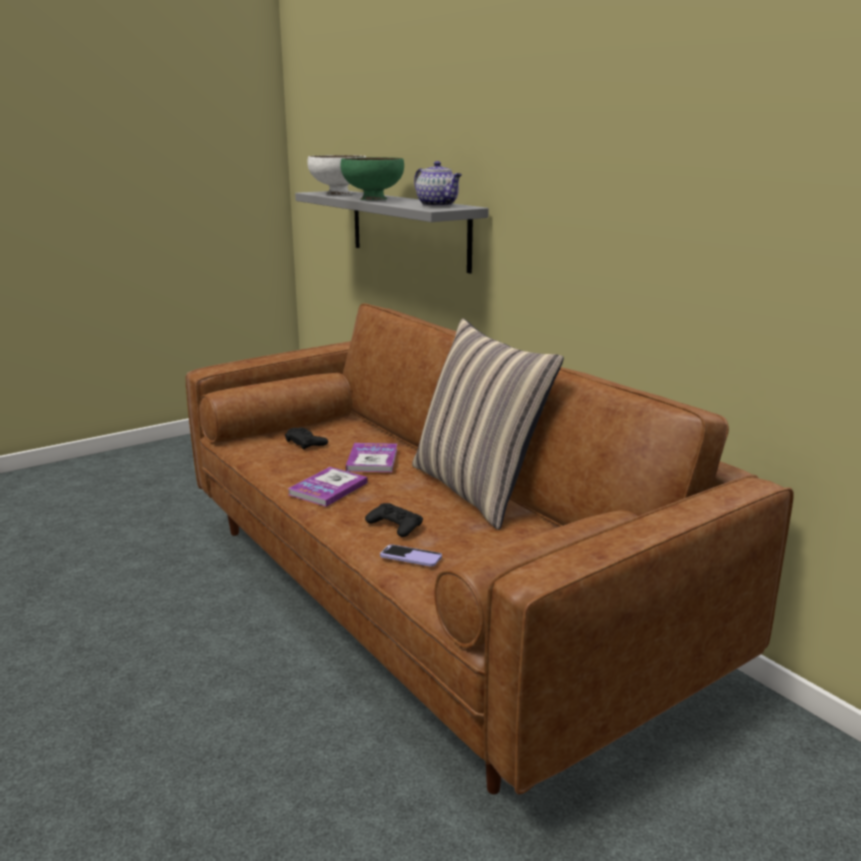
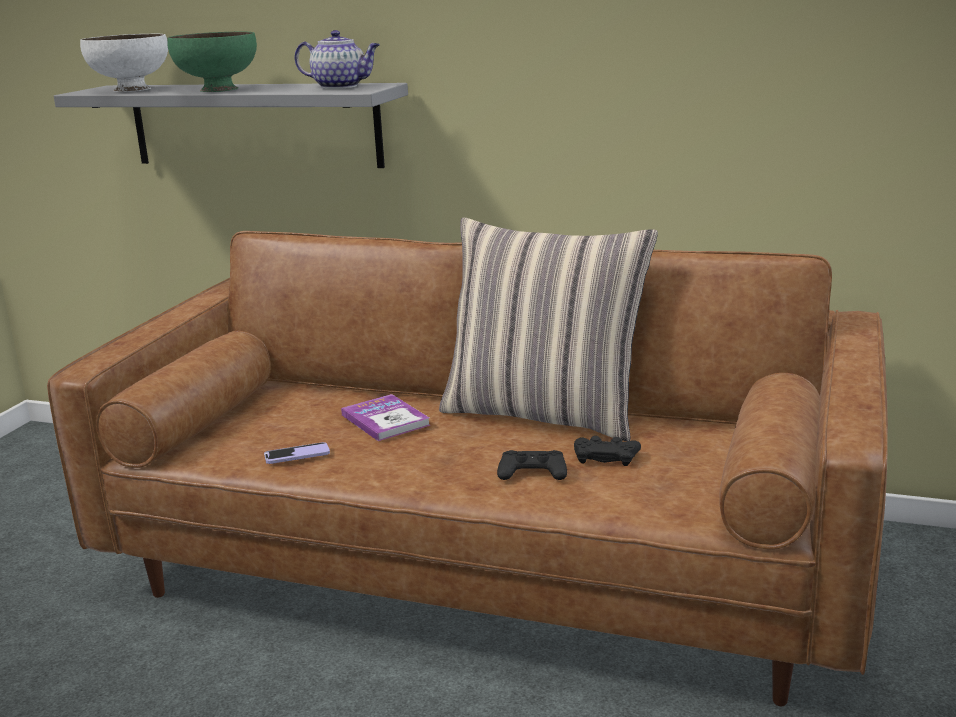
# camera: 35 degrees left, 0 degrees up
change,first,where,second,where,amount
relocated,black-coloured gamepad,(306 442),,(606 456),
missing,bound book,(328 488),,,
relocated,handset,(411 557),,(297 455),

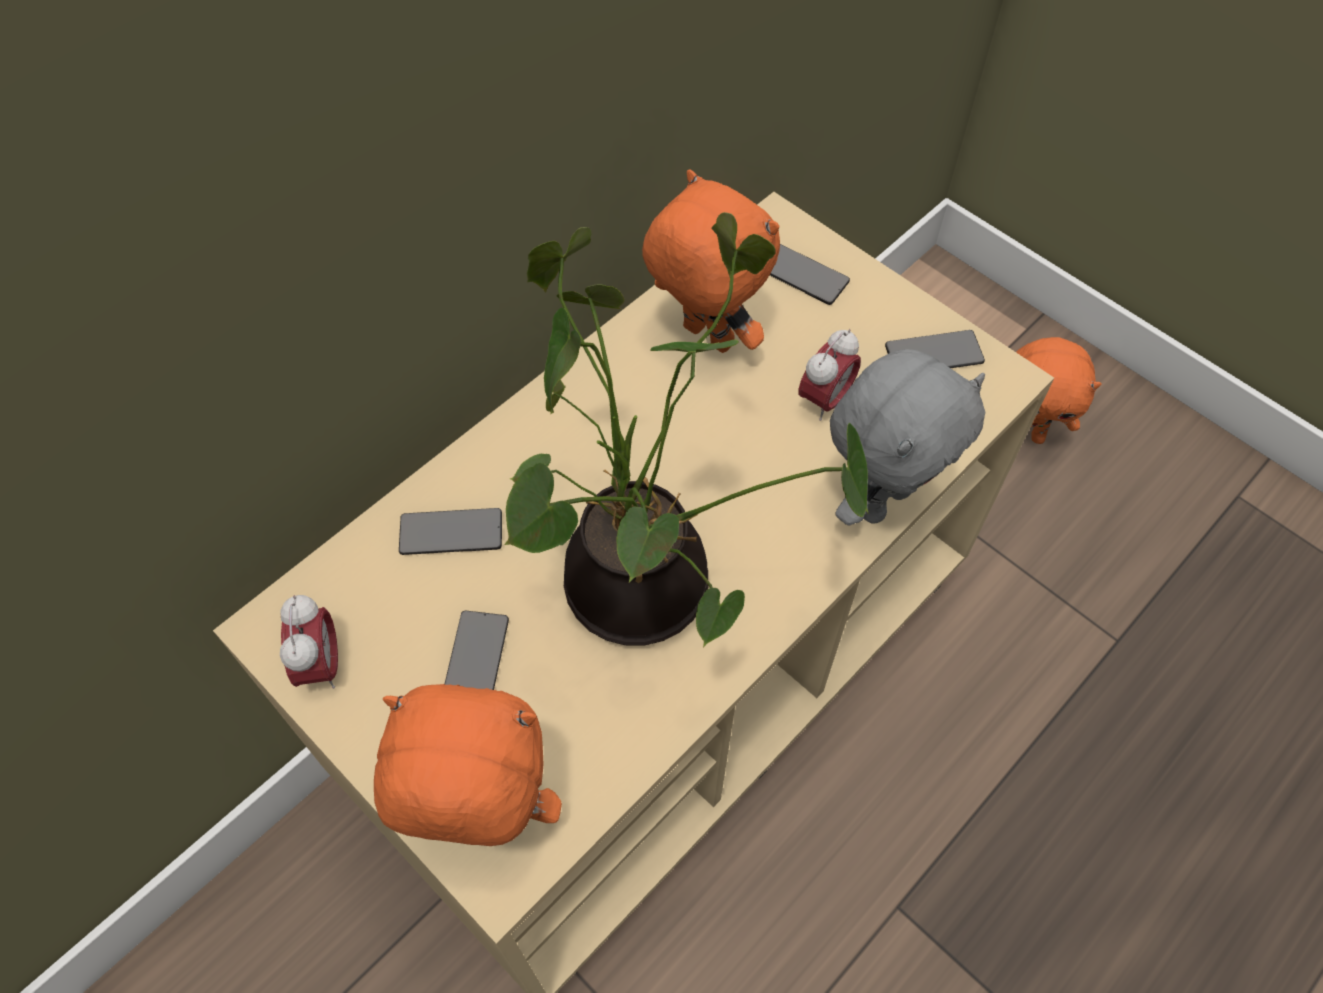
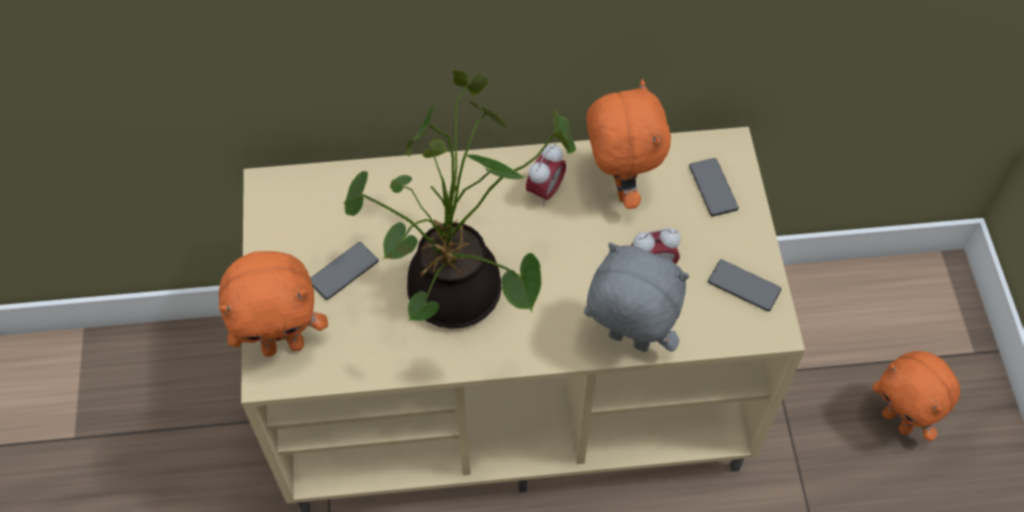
# camera: 40 degrees right, 0 degrees up
change,first,where,second,where,amount
spun,grey plush toy,(881 499),,(627 342),150 degrees counterclockwise
missing,handset,(451 533),,,
relocated,bedside clock,(321 664),,(545 191),
spun,orange-coloured plush toy,(483 817),,(283 344),120 degrees clockwise

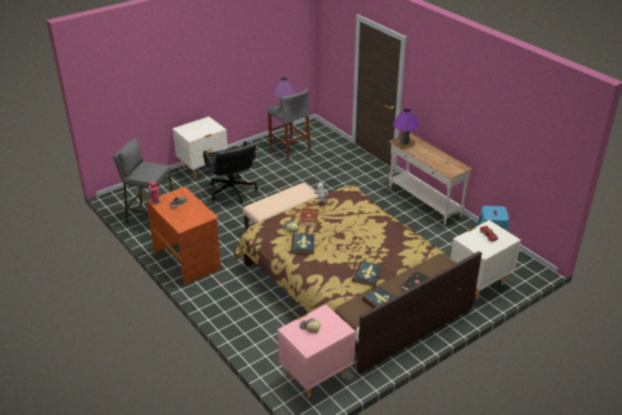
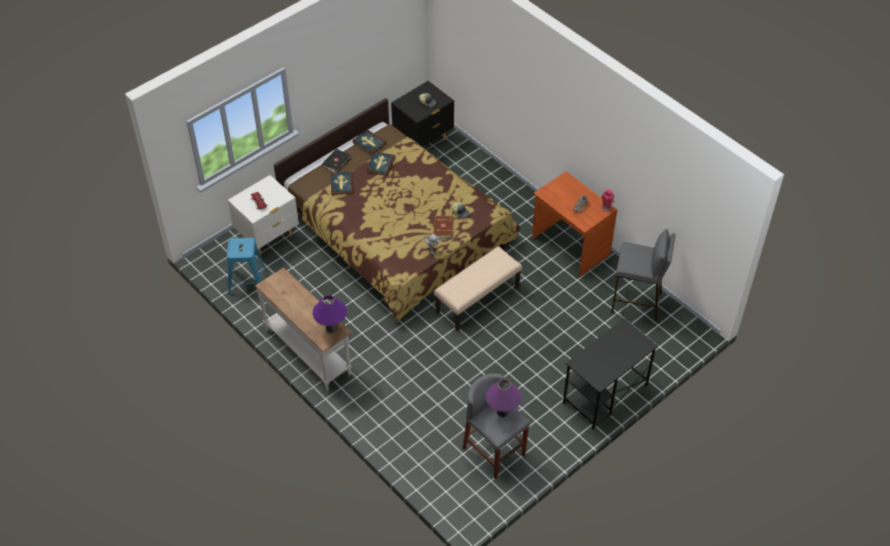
# camera: 175 degrees right, 15 degrees up
change,first,where,second,where,amount
exchanged,whitish bedside table,(203 169),black-coloured desk table,(605 394),
missing,black-coloured computer chair,(232 192),,,
relocated,bound book,(303 245),,(342 184),
colour,pink-coloured bedside table,(316 377),black-coloured bedside table,(423 141),

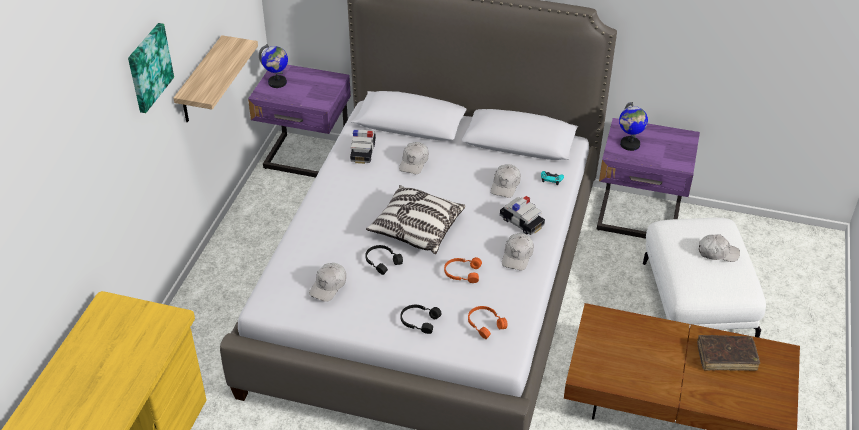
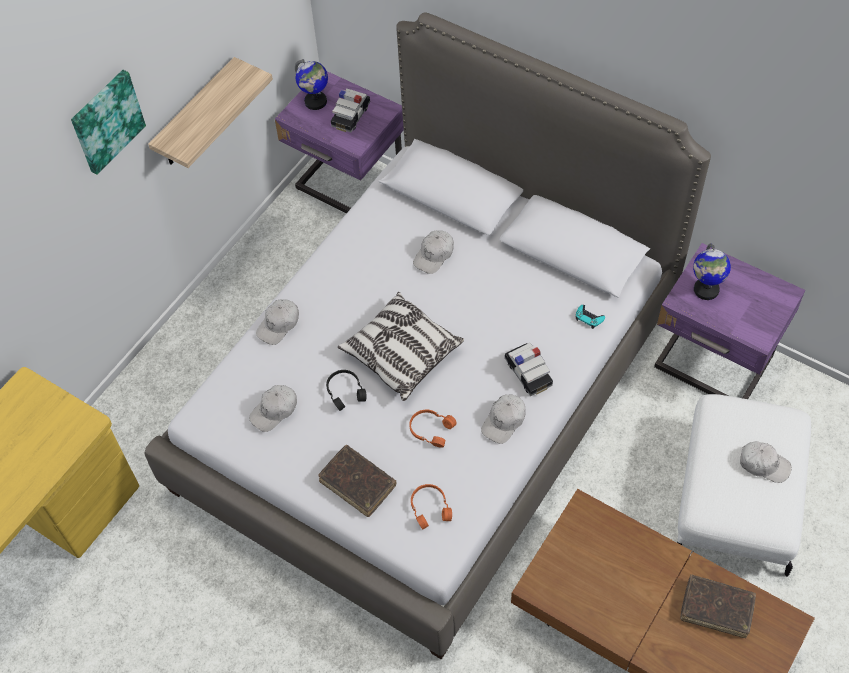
# camera: 20 degrees right, 15 degrees up
change,first,where,second,where,amount
relocated,toy car,(363 152),,(351 116),
relocated,whitish peaked cap,(505 185),,(279 325),
exchanged,black-coloured headset,(419 321),brown-coloured bound book,(358 484),

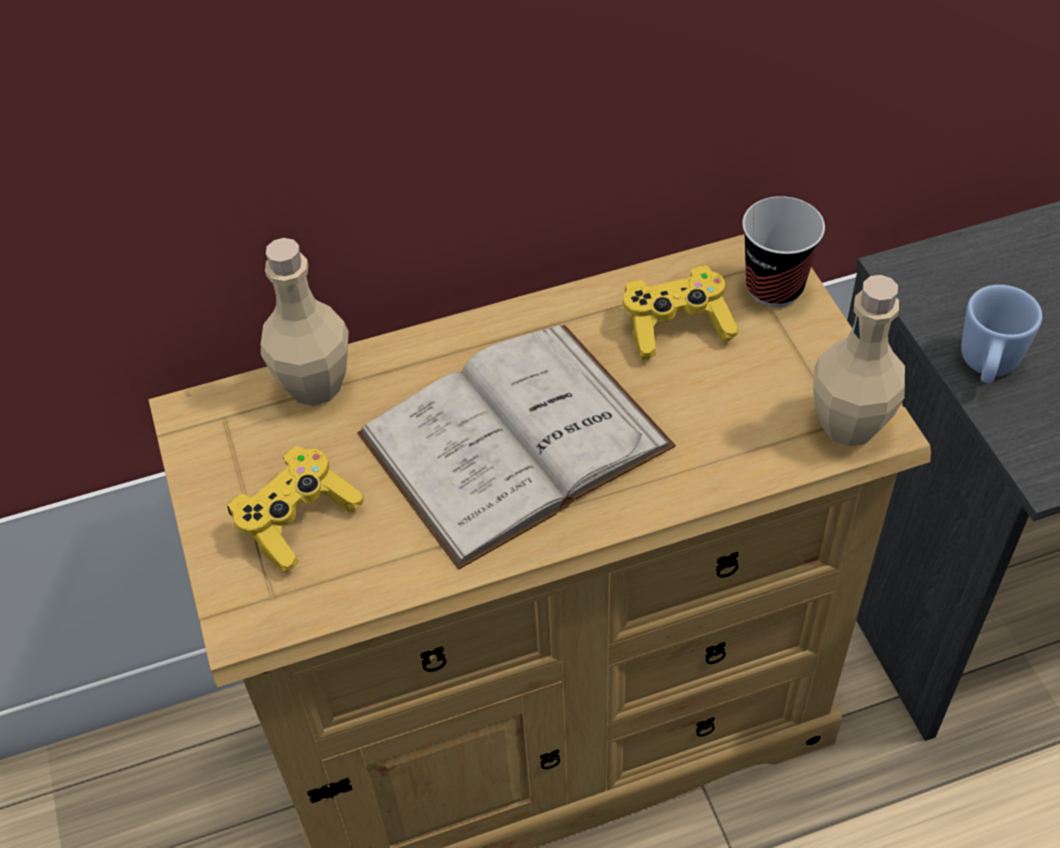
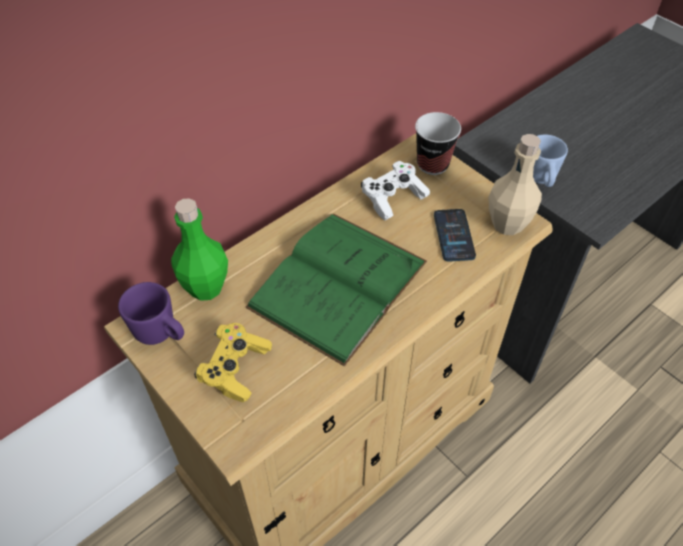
# camera: 25 degrees left, 0 degrees up
change,first,where,second,where,amount
colour,sand-coloured bottle,(315 385),green-coloured bottle,(206 287),
colour,yellow-coloured gamepad,(676 326),whitish gamepad,(393 198),
colour,whitish bound book,(515 440),green-coloured bound book,(338 284),
appeared,,,handset,(454 235),
appeared,,,purple-coloured coffee mug,(161 334),

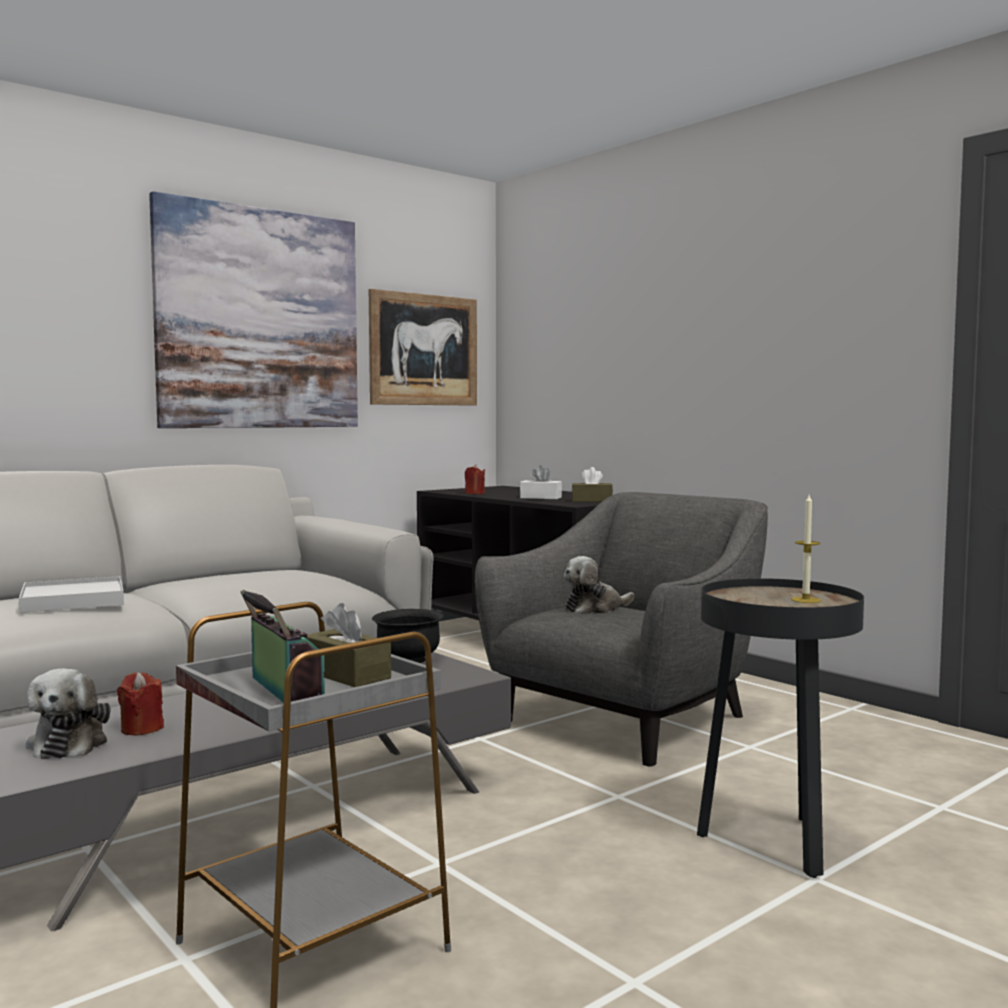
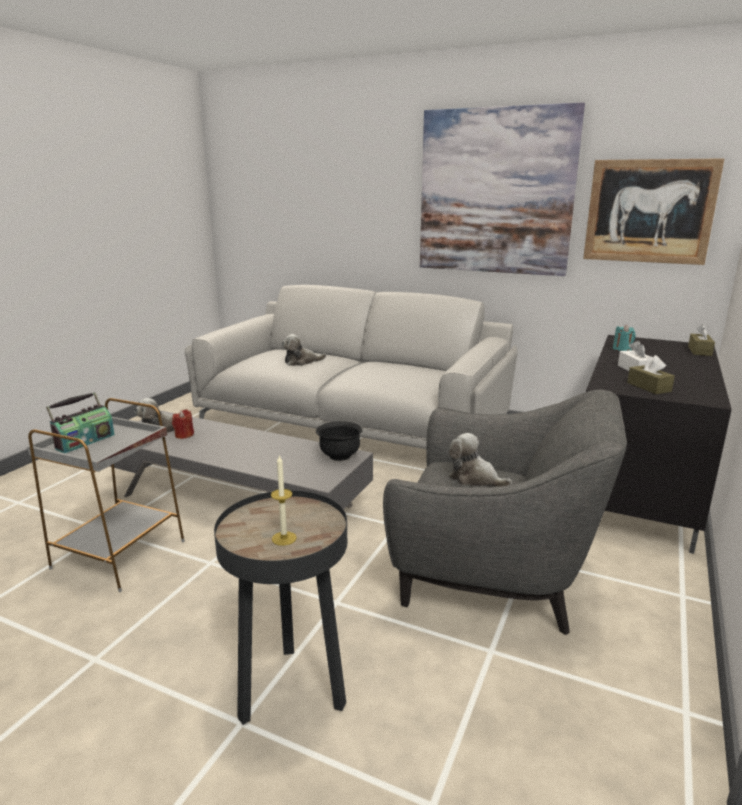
# camera: 65 degrees right, 15 degrees up
change,first,where,second,where,amount
colour,reddish candle,(474 493),turquoise-coloured candle,(622 349),
exchanged,whitish serving tray,(73 600),plush toy,(301 362),
relocated,brown-coloured box of tissues,(346 674),,(699 351),

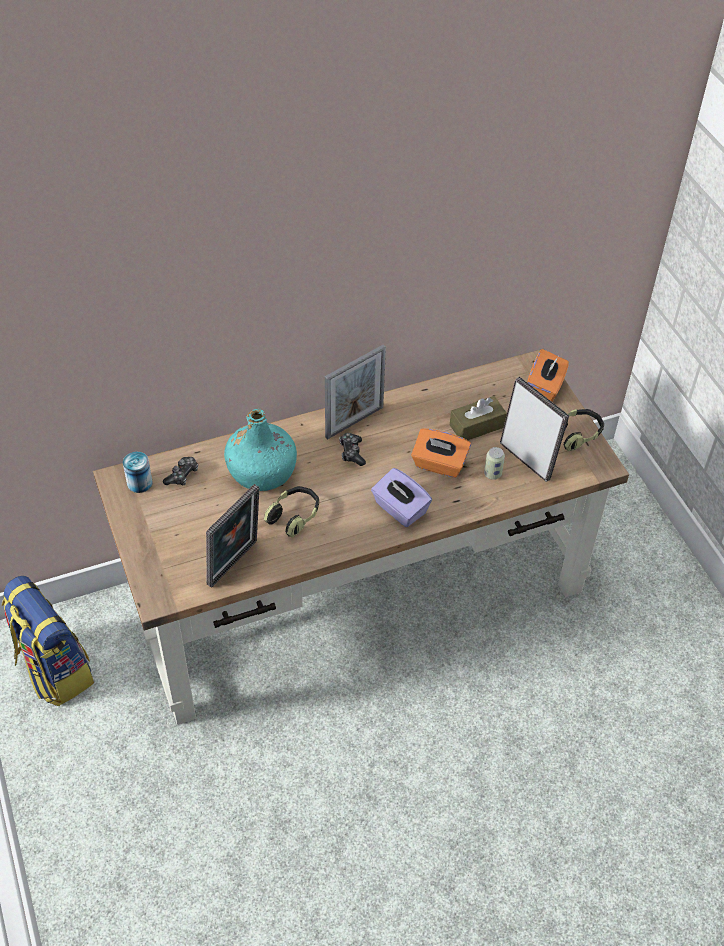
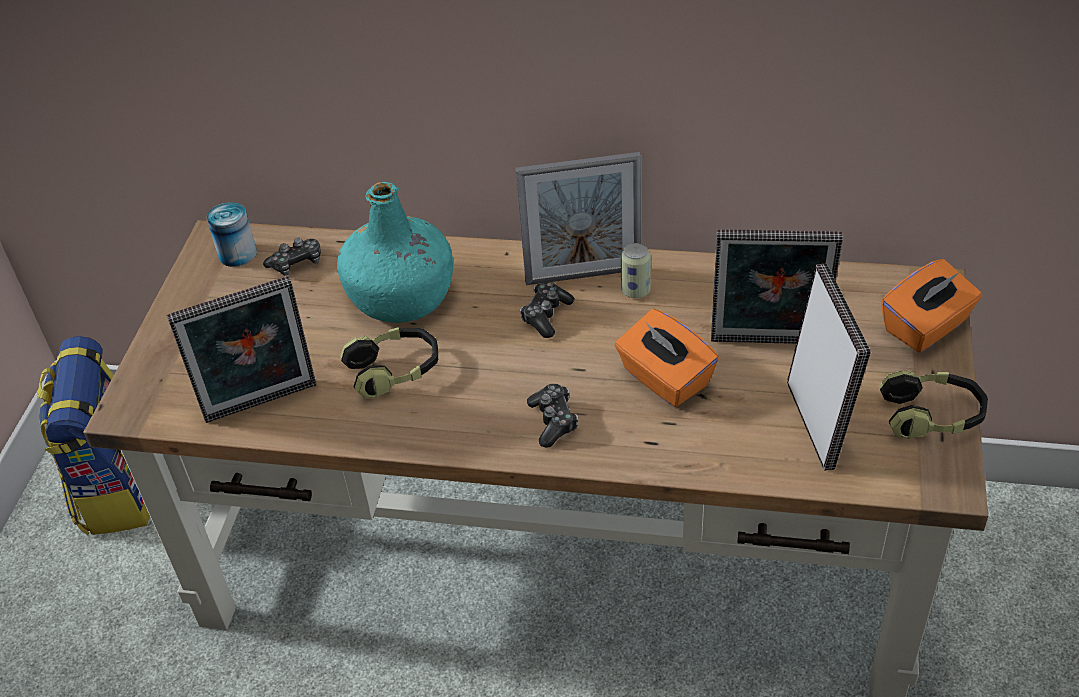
# camera: 35 degrees right, 5 degrees down
change,first,where,second,where,amount
exchanged,brown-coloured box of tissues,(477 426),picture frame,(767 345),
relocated,sealed can,(492 474),,(635 291),
exchanged,purple-coloured box of tissues,(400 509),gamepad,(553 421),

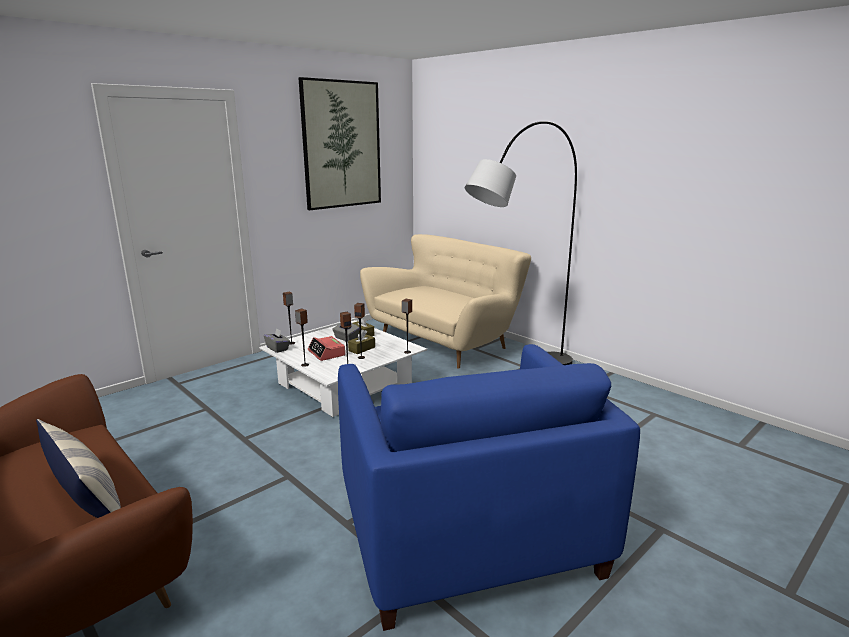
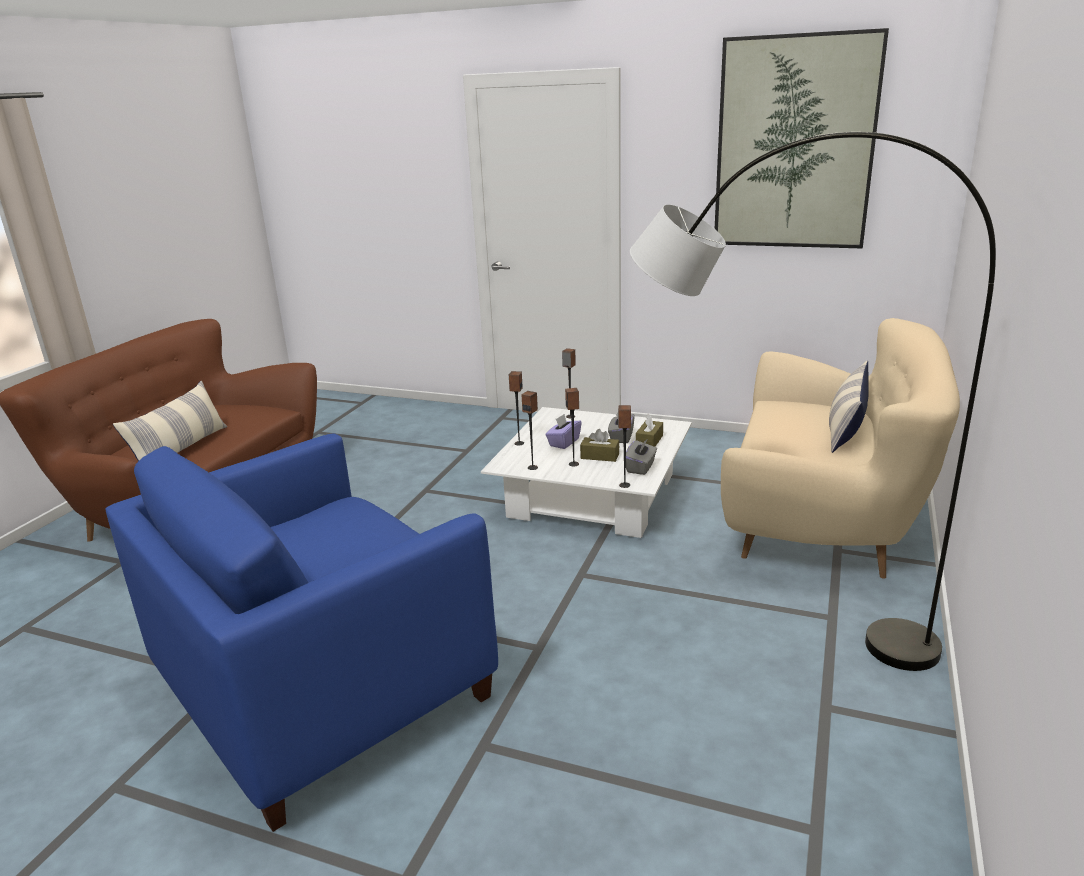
# camera: 65 degrees right, 5 degrees up
change,first,where,second,where,amount
relocated,grey box of tissues,(277 348),,(640 467),
exchanged,bedside clock,(326 353),purple-coloured box of tissues,(563 442),
appeared,,,pillow,(845 429),

